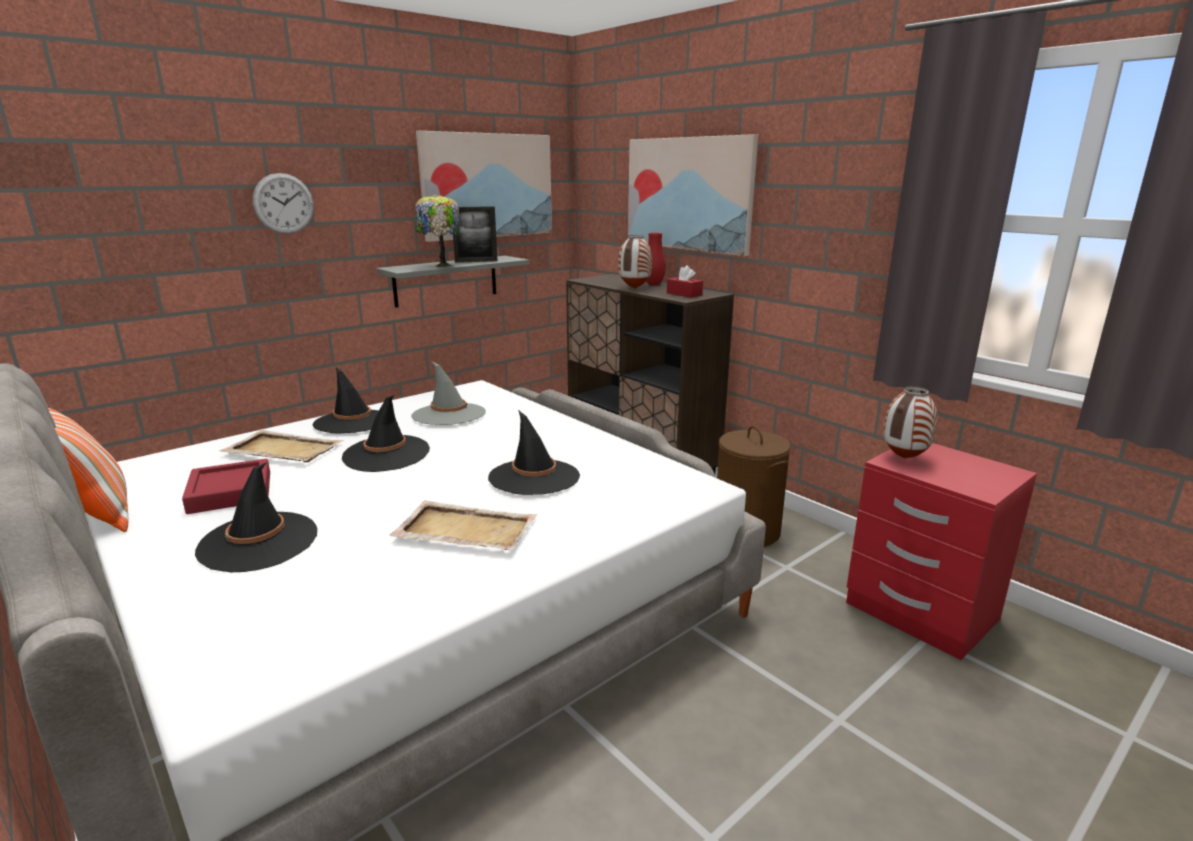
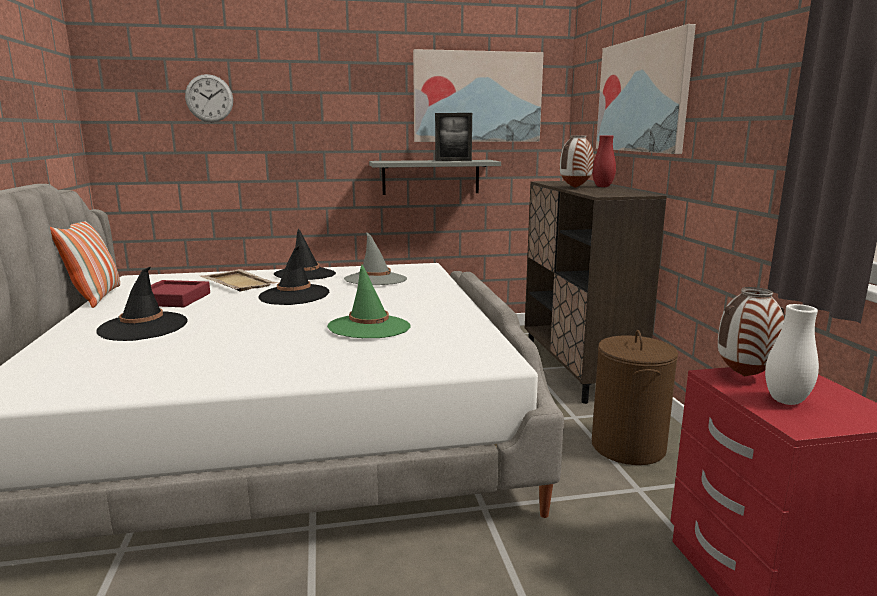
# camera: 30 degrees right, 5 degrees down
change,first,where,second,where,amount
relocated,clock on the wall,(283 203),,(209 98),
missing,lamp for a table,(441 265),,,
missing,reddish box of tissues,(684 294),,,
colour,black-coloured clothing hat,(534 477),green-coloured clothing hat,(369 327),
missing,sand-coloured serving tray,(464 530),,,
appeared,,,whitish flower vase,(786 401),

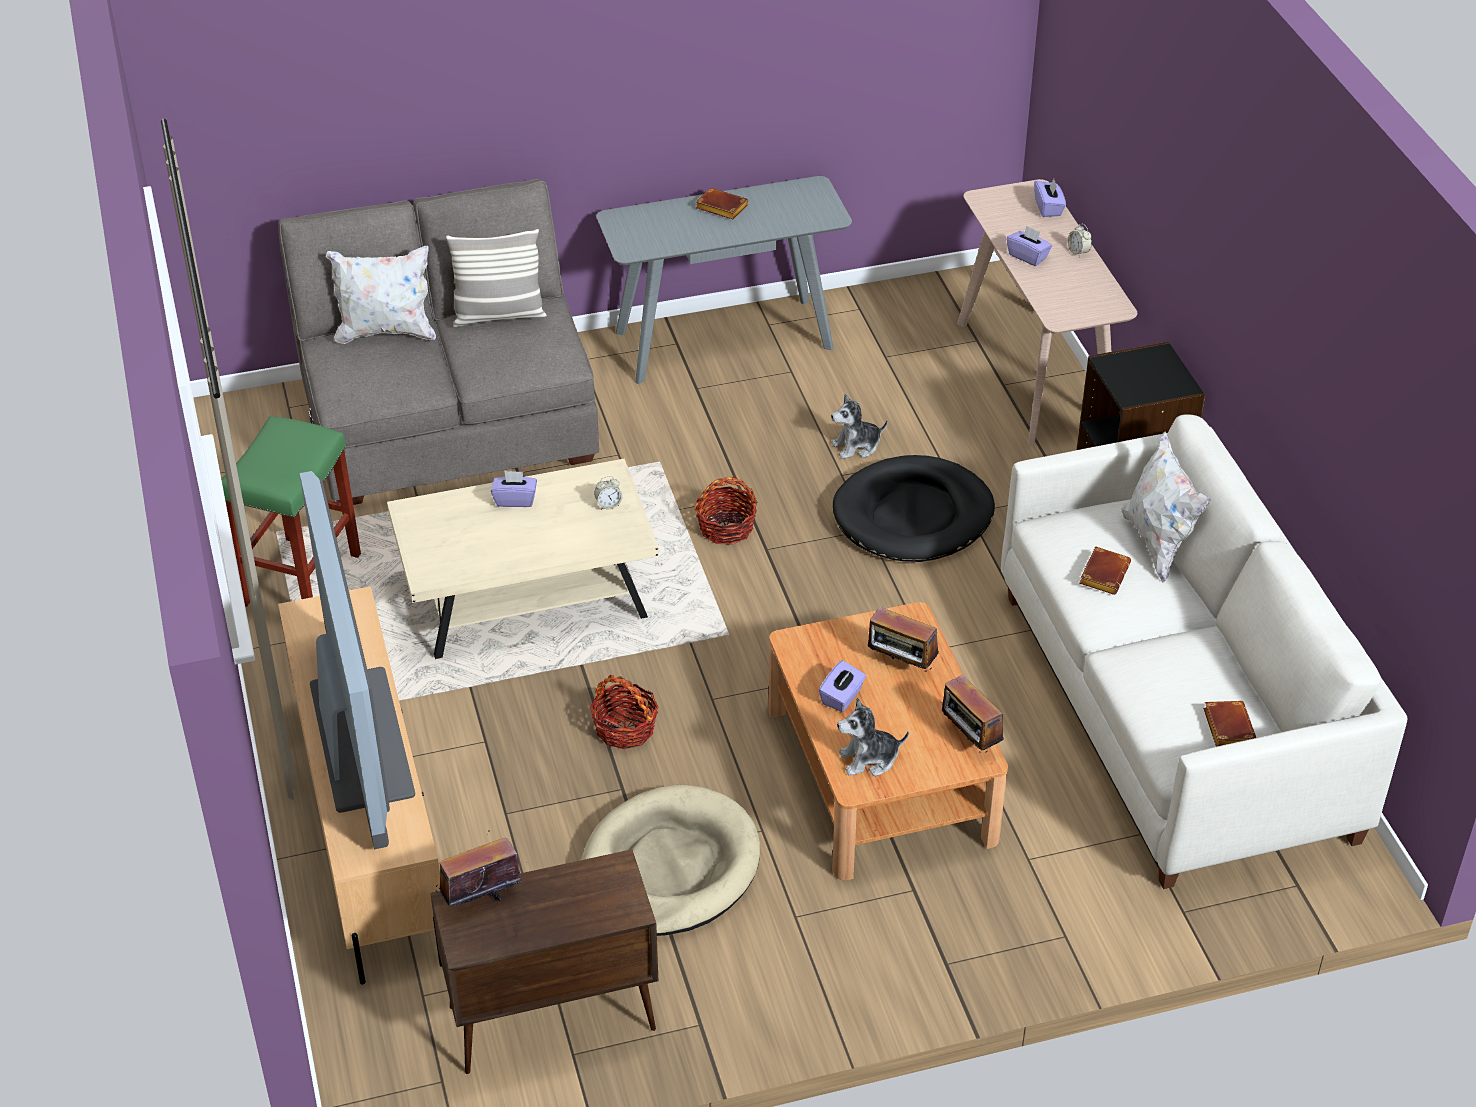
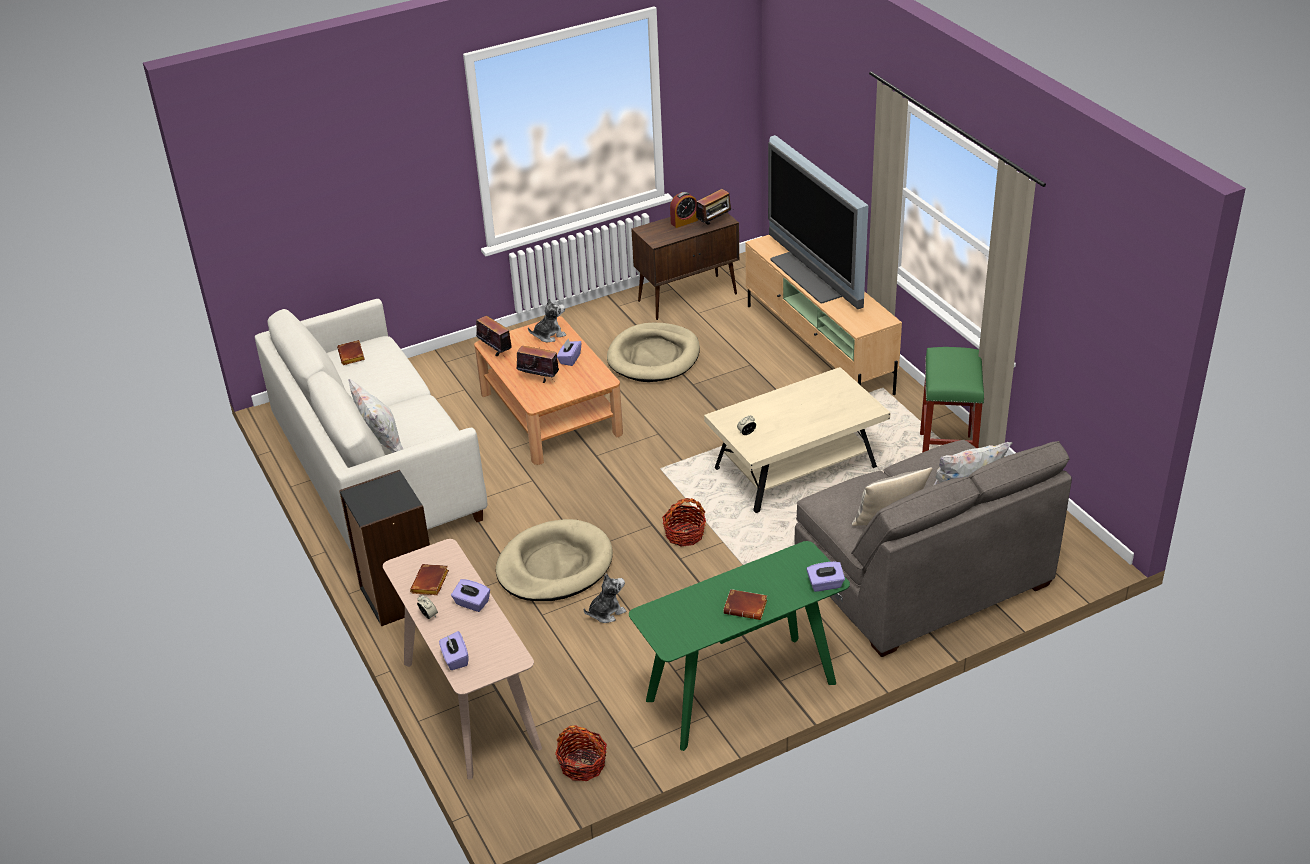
# camera: 170 degrees right, 5 degrees down
change,first,where,second,where,amount
colour,grey narrow table,(724 339),green-coloured narrow table,(741 692),
colour,black-coloured pet bed,(913 515),sand-coloured pet bed,(554 566),
relocated,purple-coloured box of tissues,(515 500),,(825 585),
relocated,brown-coloured bound book,(1103 573),,(431 583),
relocated,basket,(625 728),,(582 765),
appeared,,,bedside clock,(684 221),

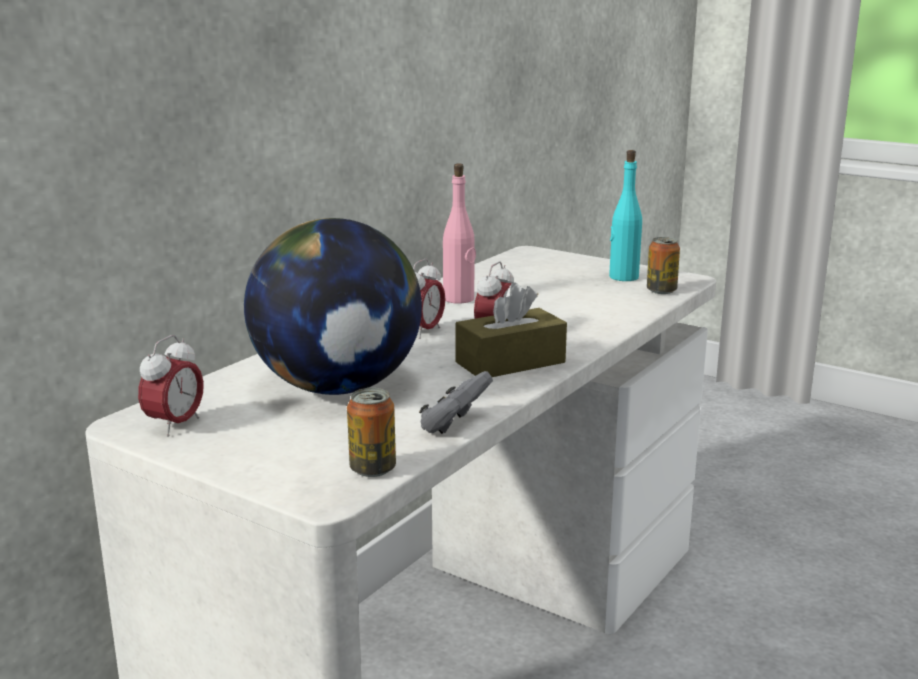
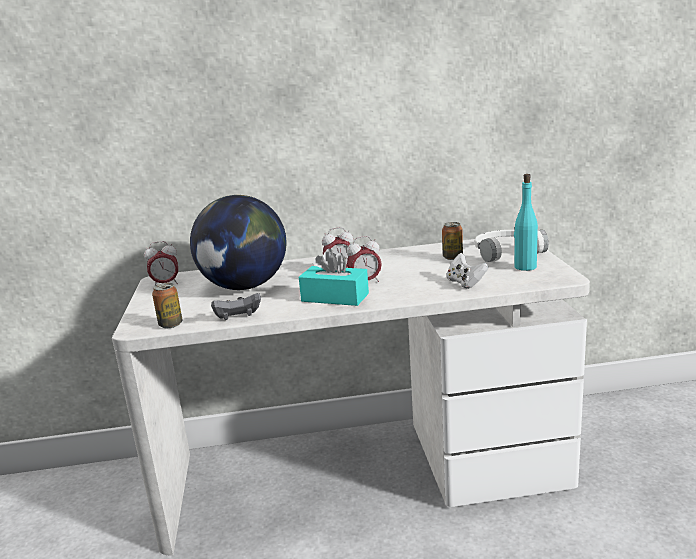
# camera: 50 degrees right, 0 degrees up
change,first,where,second,where,amount
missing,pink-coloured bottle,(459 299),,,
relocated,sealed can,(661 291),,(452 257),
colour,brown-coloured box of tissues,(510 362),turquoise-coloured box of tissues,(335 297),
appeared,,,whitish headset,(506 252),
appeared,,,whitish gamepad,(465 283),

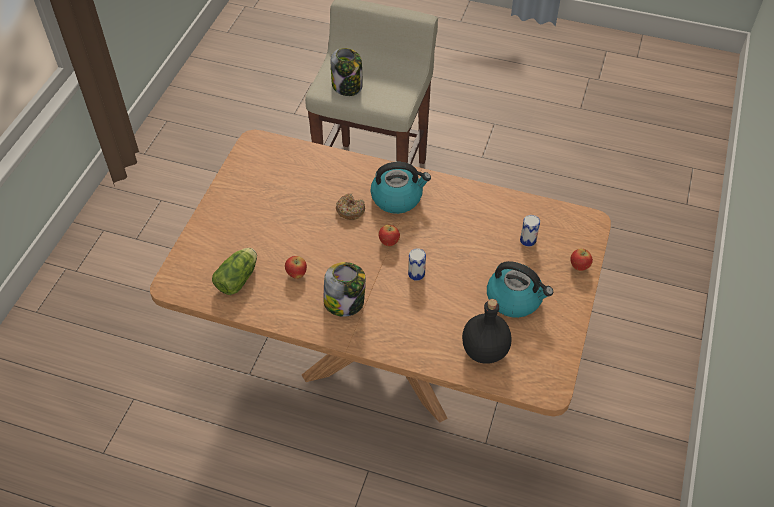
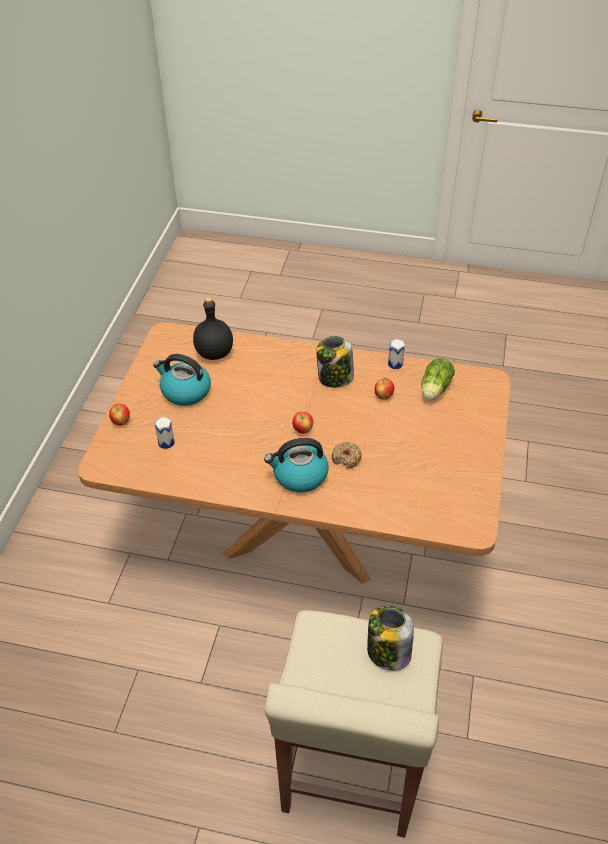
# camera: 175 degrees right, 5 degrees down
change,first,where,second,where,amount
relocated,sealed can,(416 274),,(395 364),

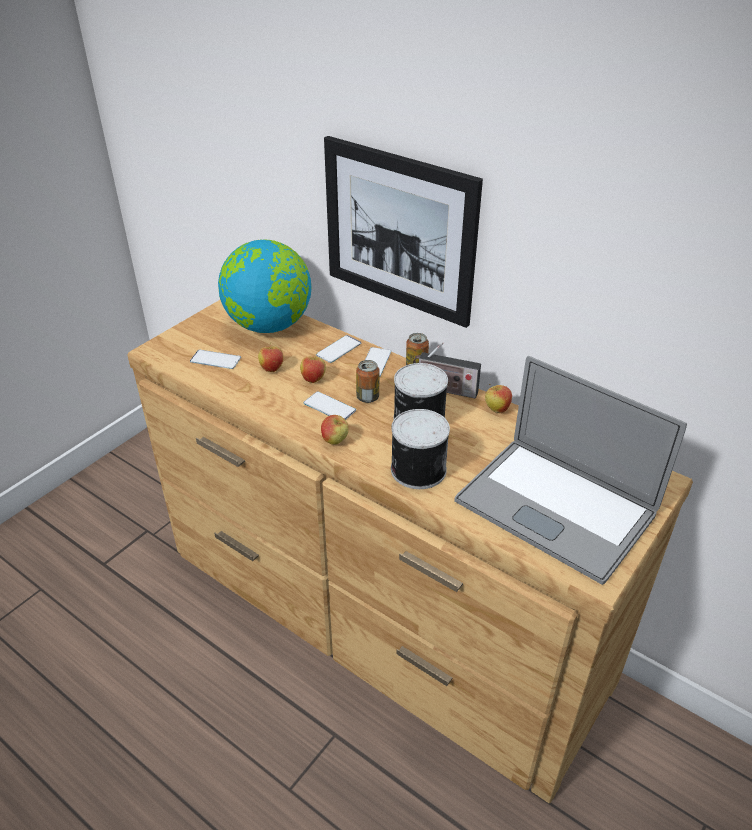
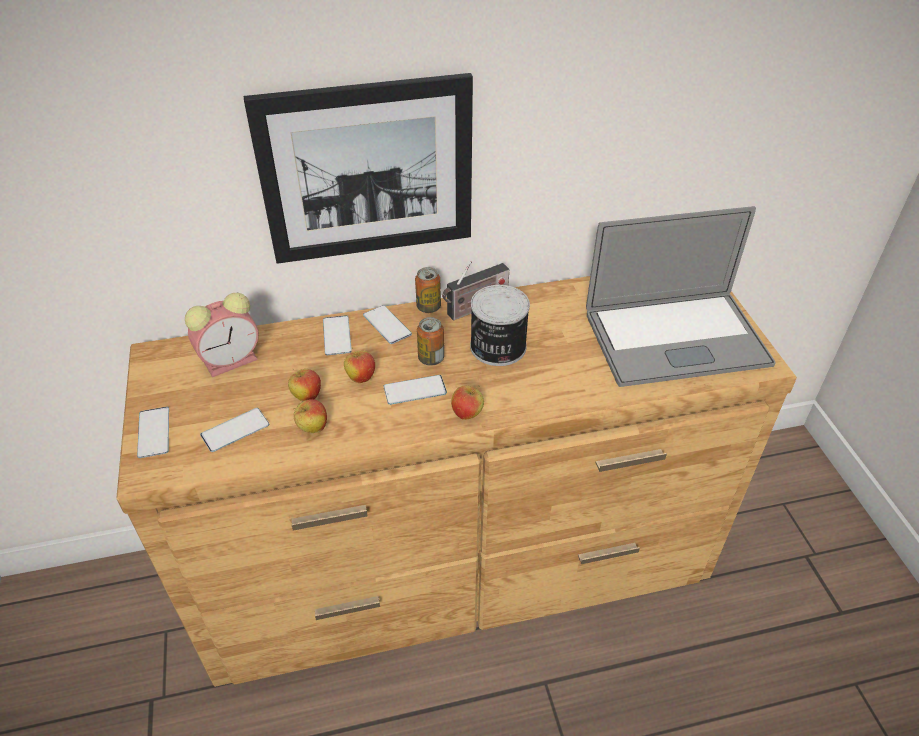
# camera: 50 degrees left, 5 degrees up
change,first,where,second,where,amount
exchanged,world globe,(269 326),bedside clock,(232 359),
relocated,whole apple,(496 409),,(312 428),
missing,sealed can,(417 469),,,
appeared,,,handset,(154 432),

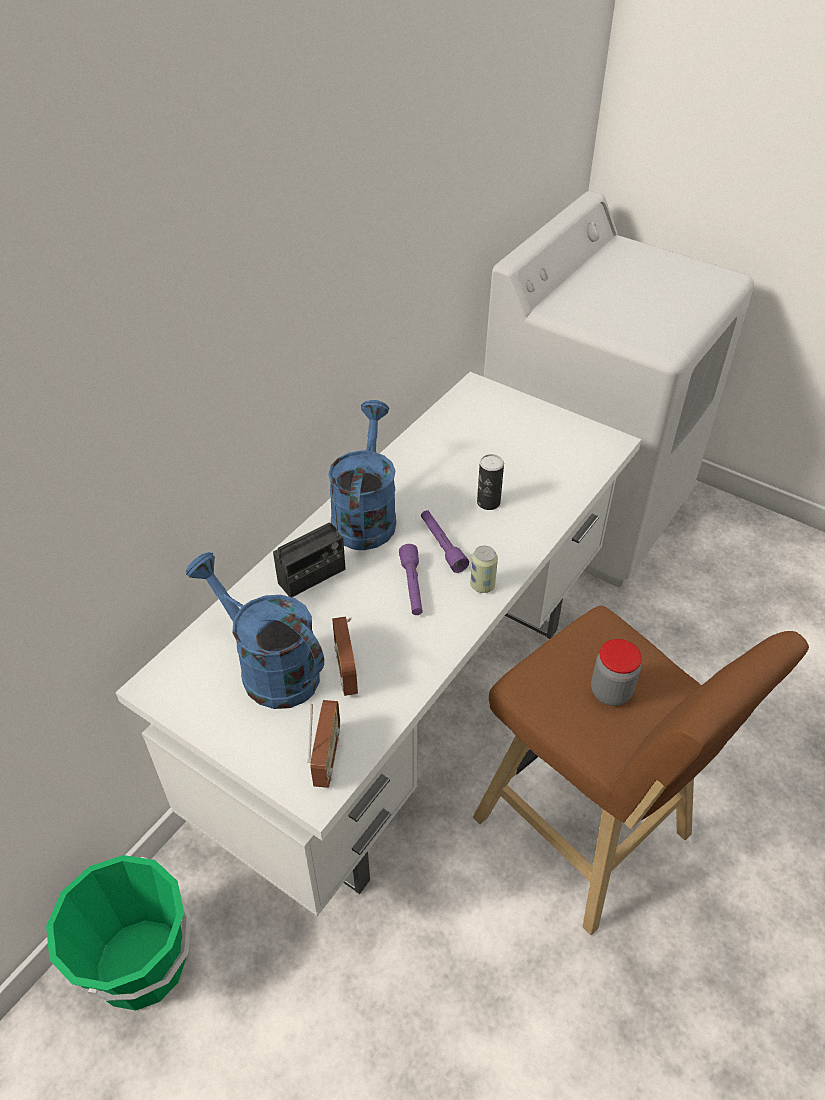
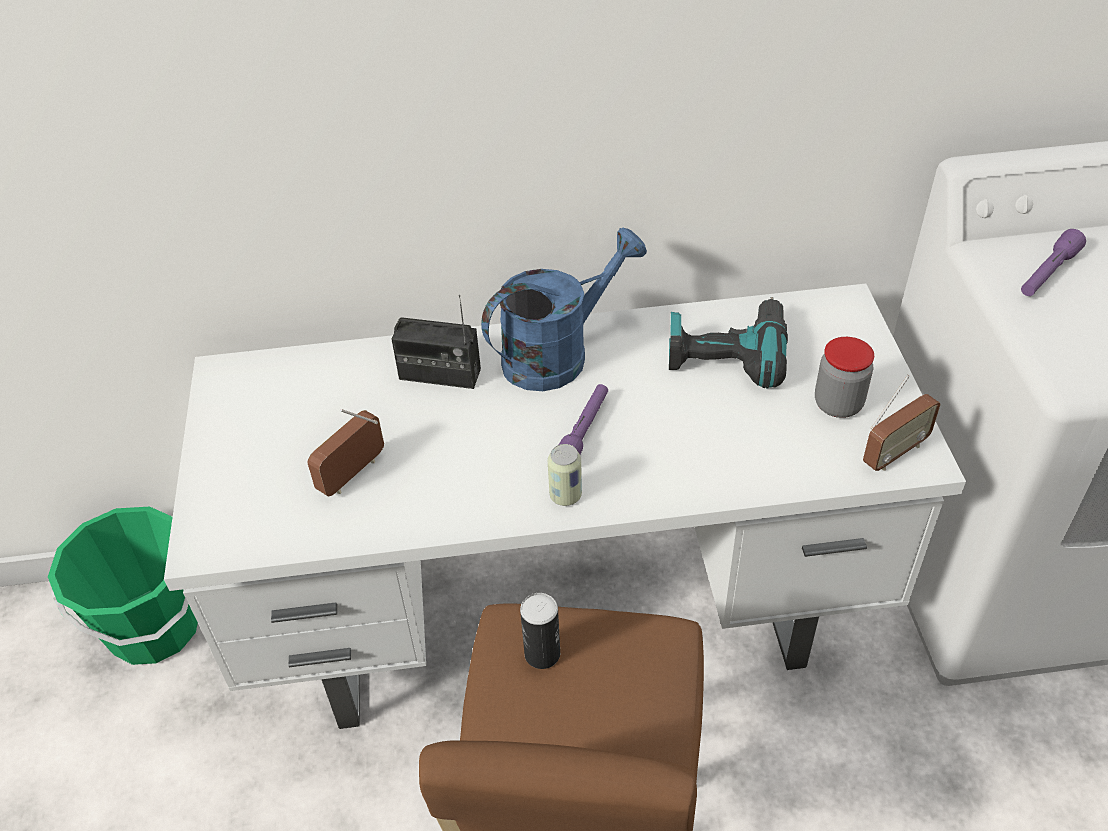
# camera: 50 degrees right, 0 degrees up
change,first,where,second,where,amount
relocated,sealed can,(488 502),,(542 654),
relocated,purple-coloured flashlight,(412 586),,(1047 274),
missing,blue-coloured sprinkling can,(269 668),,,
relocated,jar,(610 692),,(838 404),
relocated,radio set,(326 759),,(894 453),
appeared,,,power drill,(726 351),

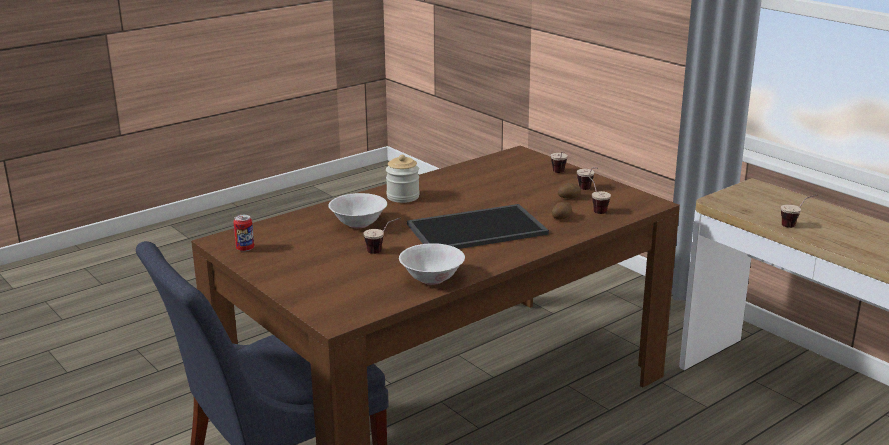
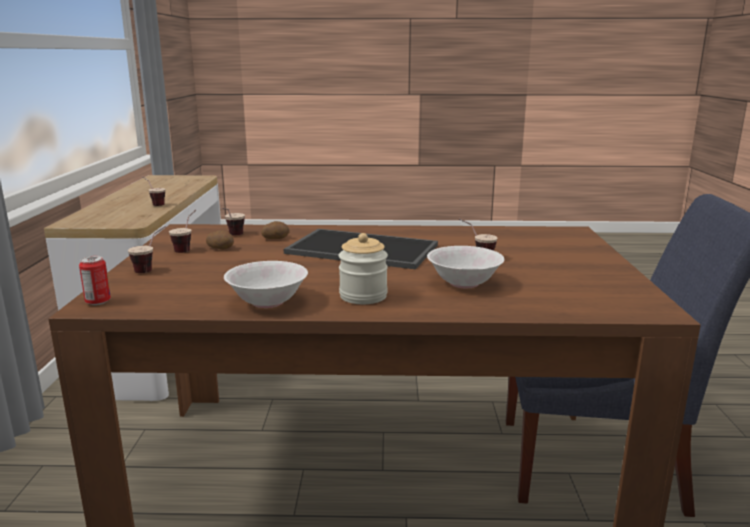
# camera: 140 degrees left, 5 degrees down
change,first,where,second,where,amount
relocated,sealed can,(245 248),,(98 302),
relocated,whitish deep dish,(432 278),,(267 302),

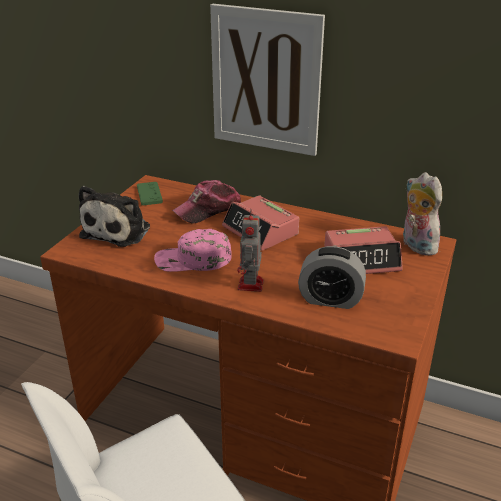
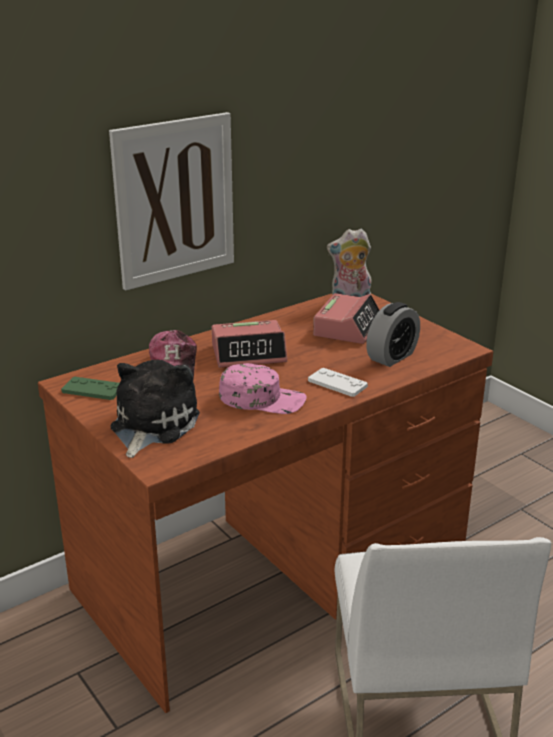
# camera: 60 degrees left, 5 degrees down
change,first,where,second,where,amount
spun,plush toy,(118 230),,(151 425),120 degrees counterclockwise
exchanged,robot figure,(250 285),whitish gamepad,(337 383),
spun,pink-coloured peaked cap,(193 259),,(262 398),105 degrees counterclockwise

